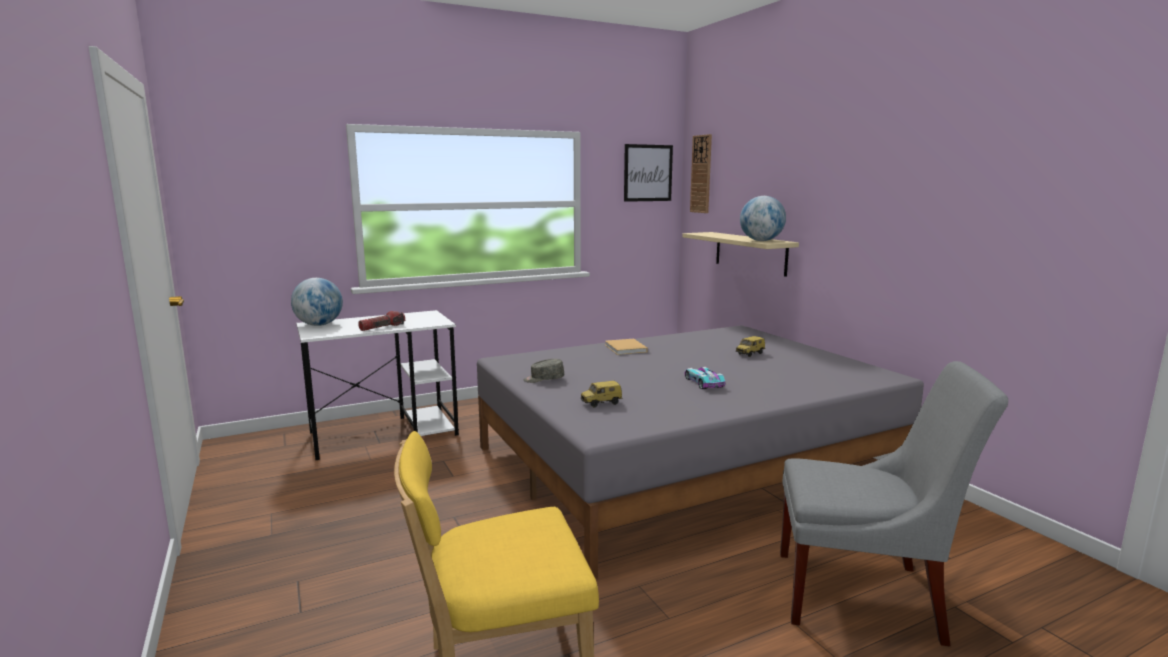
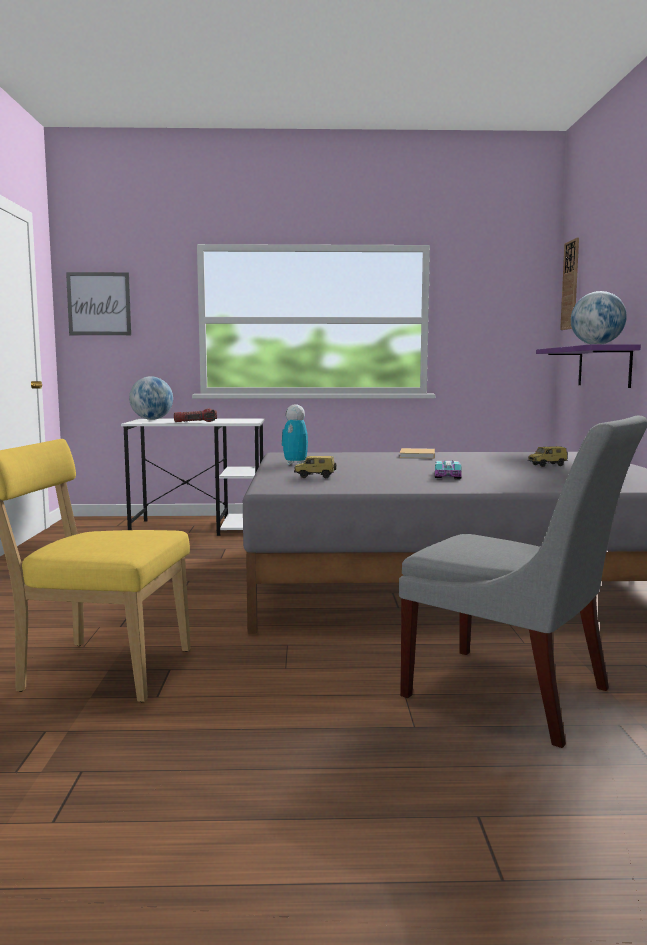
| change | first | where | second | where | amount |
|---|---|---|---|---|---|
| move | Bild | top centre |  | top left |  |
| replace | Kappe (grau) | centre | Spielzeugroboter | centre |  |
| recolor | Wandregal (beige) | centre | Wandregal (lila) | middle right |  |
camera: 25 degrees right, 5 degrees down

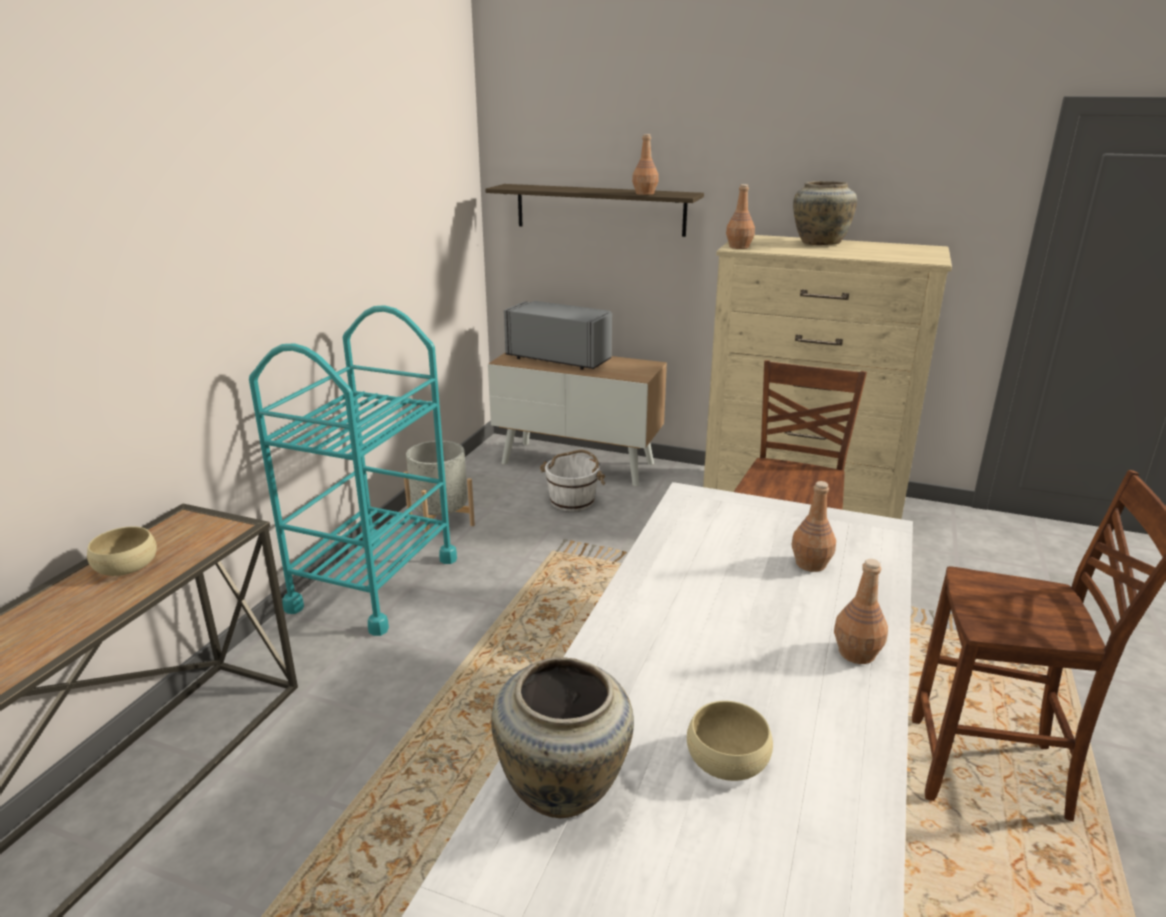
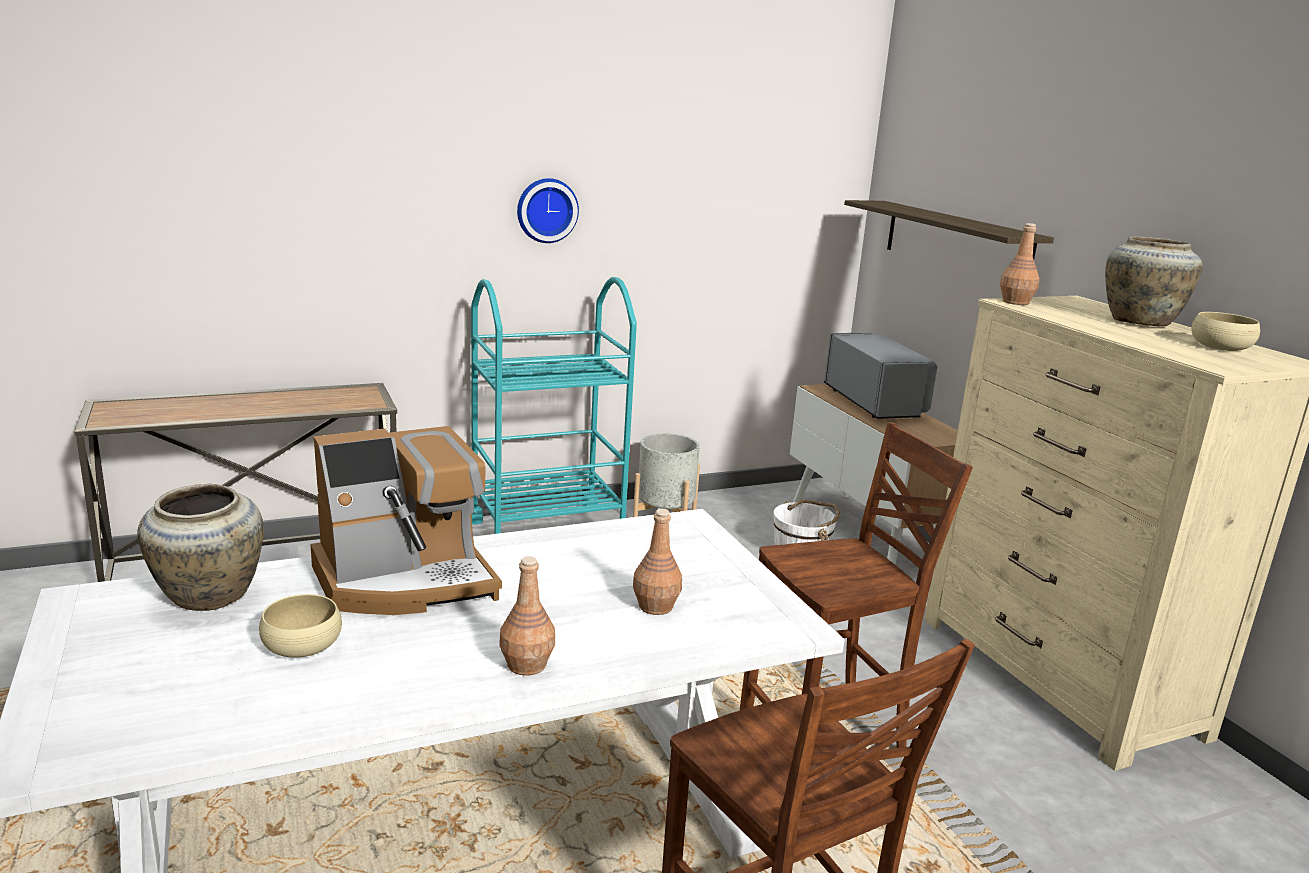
| change | first | where | second | where | amount |
|---|---|---|---|---|---|
| delete | Flasche (braun) (1st from left) | top centre |  |  |  |
| insert |  |  | Kaffeemaschine | middle left |  |
| insert |  |  | Wanduhr | top centre |  |
| move | Schüssel (beige) (1st from left in the first image) | middle left | Schüssel (beige) (2nd from left) | middle right |  |
camera: 45 degrees right, 5 degrees down

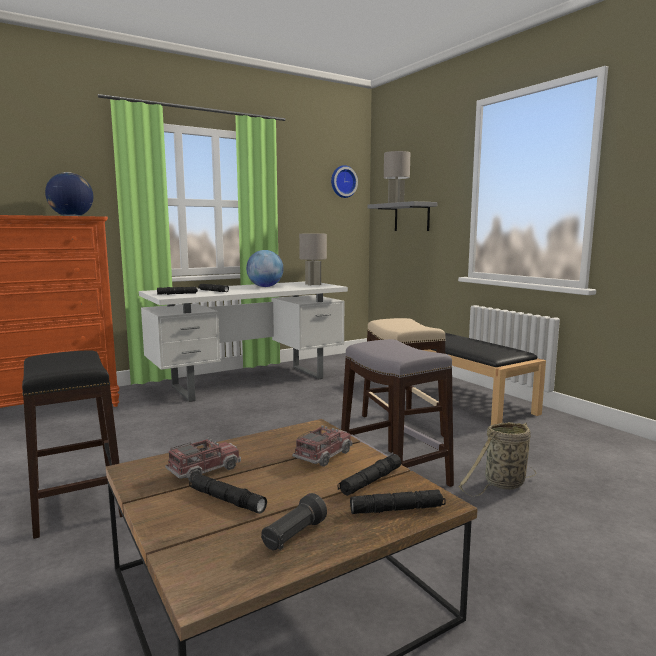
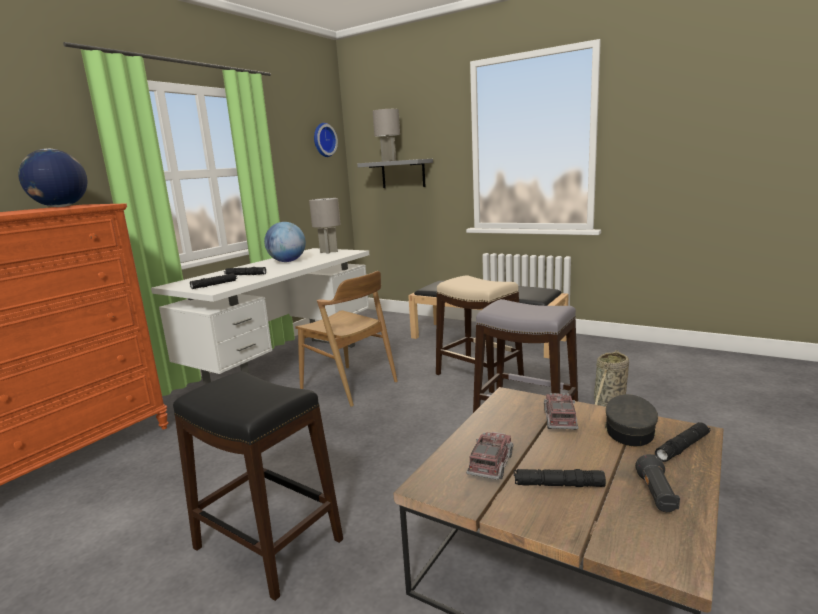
| change | first | where | second | where | amount |
|---|---|---|---|---|---|
| insert |  |  | Stuhl (braun) | centre |  |
| replace | Taschenlampe (schwarz) (5th from left) | bottom centre | Kappe (grau) | bottom right |  |
camera: 25 degrees left, 5 degrees up

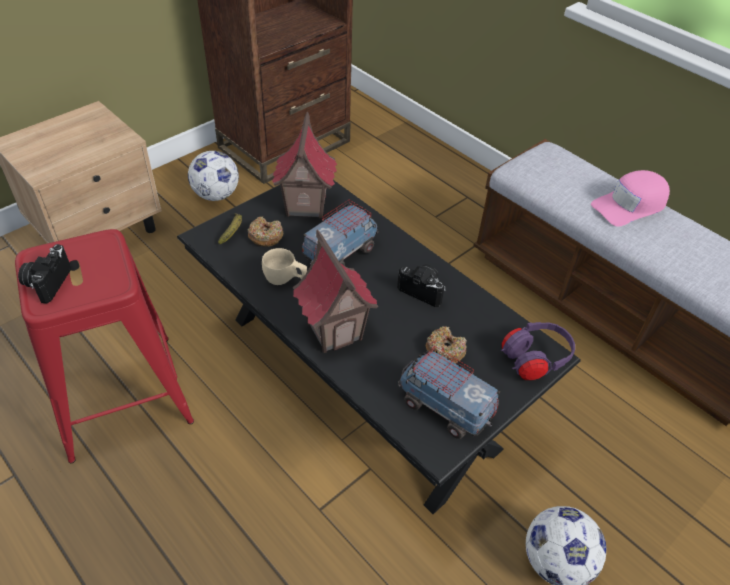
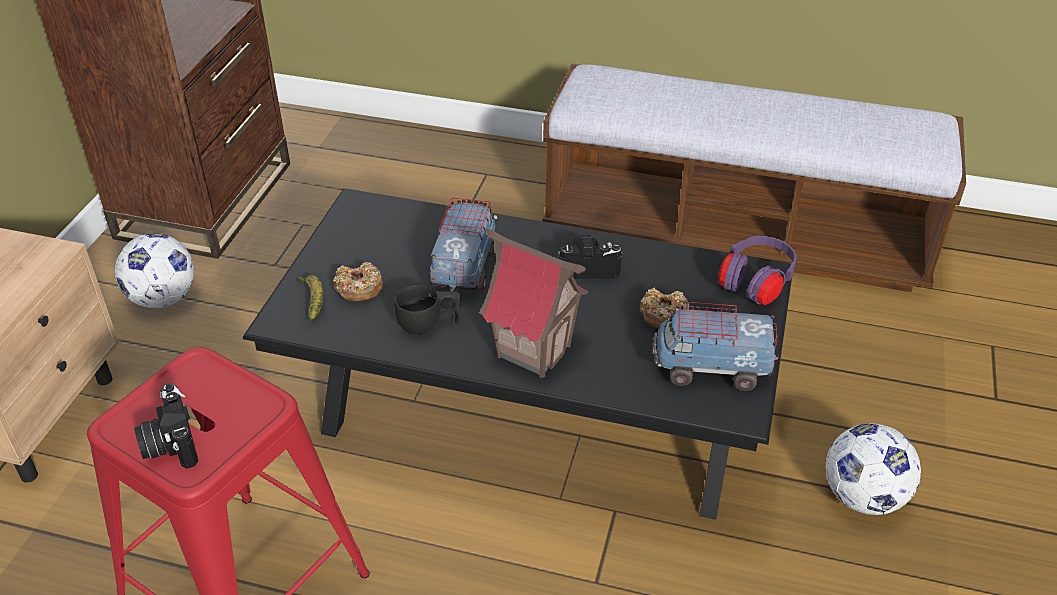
| change | first | where | second | where | amount |
|---|---|---|---|---|---|
| delete | Spielzeughaus (1st from left) | top centre |  |  |  |
| delete | Kappe (rosa) | middle right |  |  |  |
| recolor | Tasse (beige) | centre | Tasse (schwarz) | centre |  |
camera: 30 degrees left, 5 degrees down

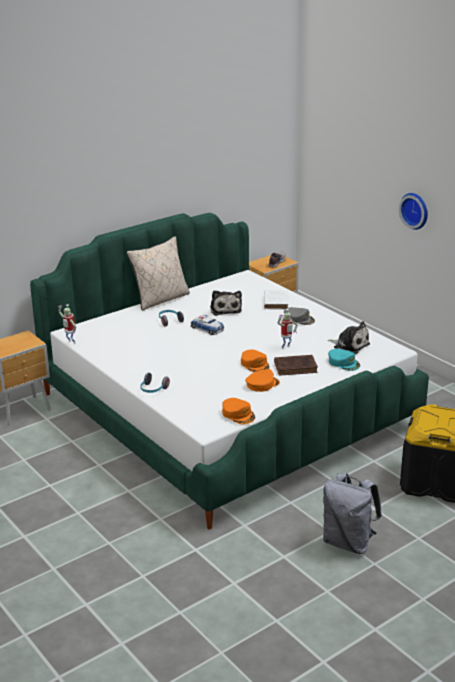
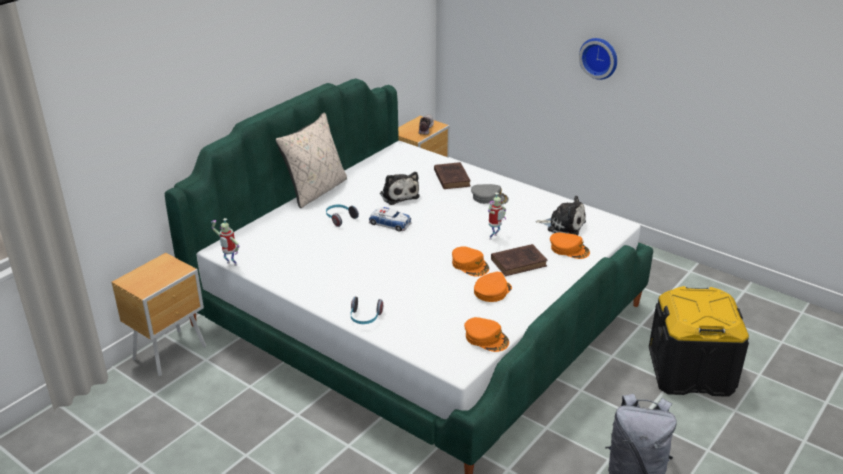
| change | first | where | second | where | amount |
|---|---|---|---|---|---|
| recolor | Buch (weiß) | centre | Buch (braun) (1st from left) | centre |  |
| recolor | Kappe (türkis) | middle right | Kappe (orange) (4th from left) | middle right |  |
camera: 15 degrees left, 5 degrees up

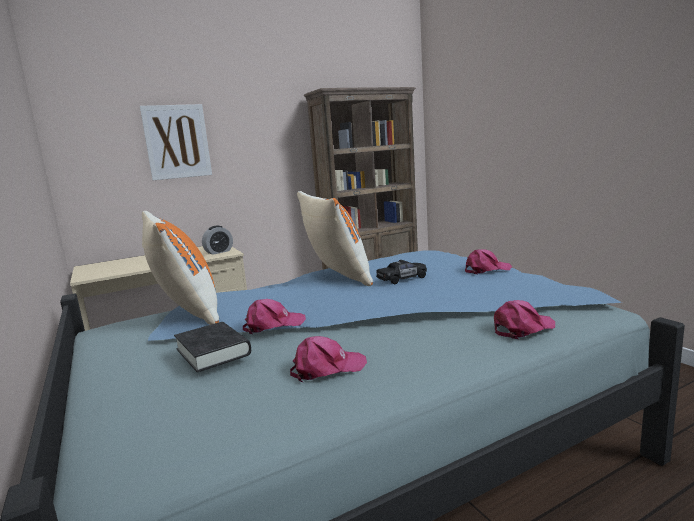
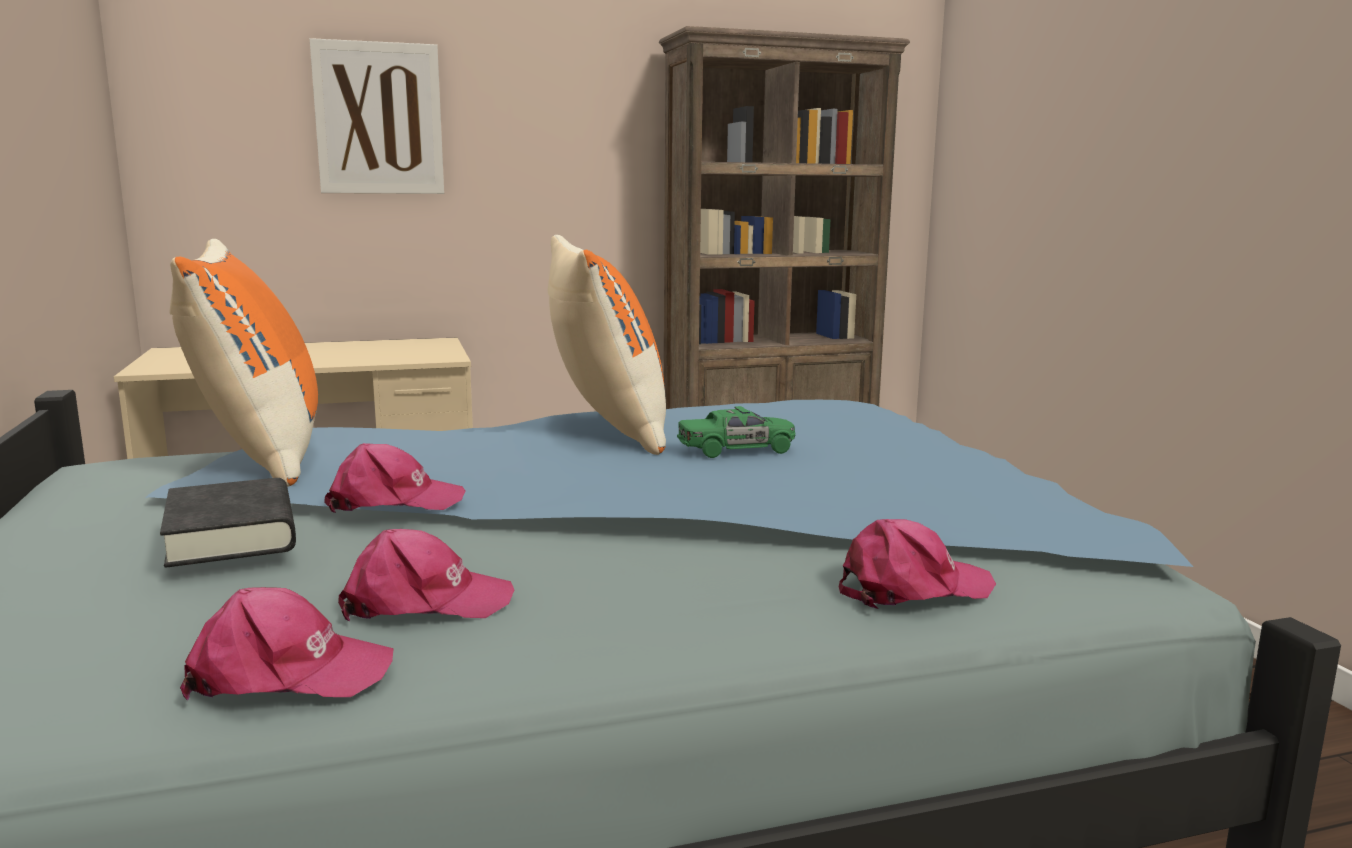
| change | first | where | second | where | amount |
|---|---|---|---|---|---|
| delete | Wecker | middle left |  |  |  |
| move | Kappe (rosa) (3rd from left in the first image) | middle right | Kappe (rosa) (1st from left) | bottom left |  |
| recolor | Spielzeugauto (schwarz) | centre | Spielzeugauto (grün) | centre |  |
camera: 10 degrees right, 0 degrees up

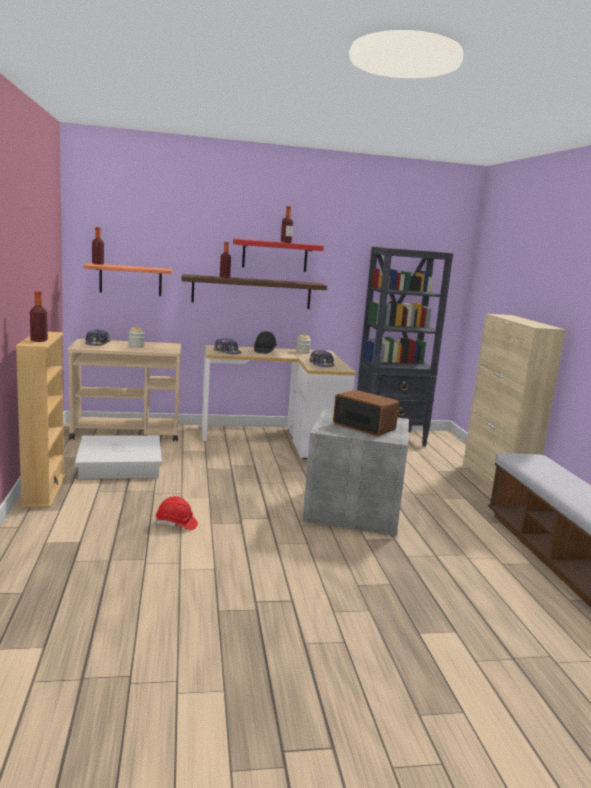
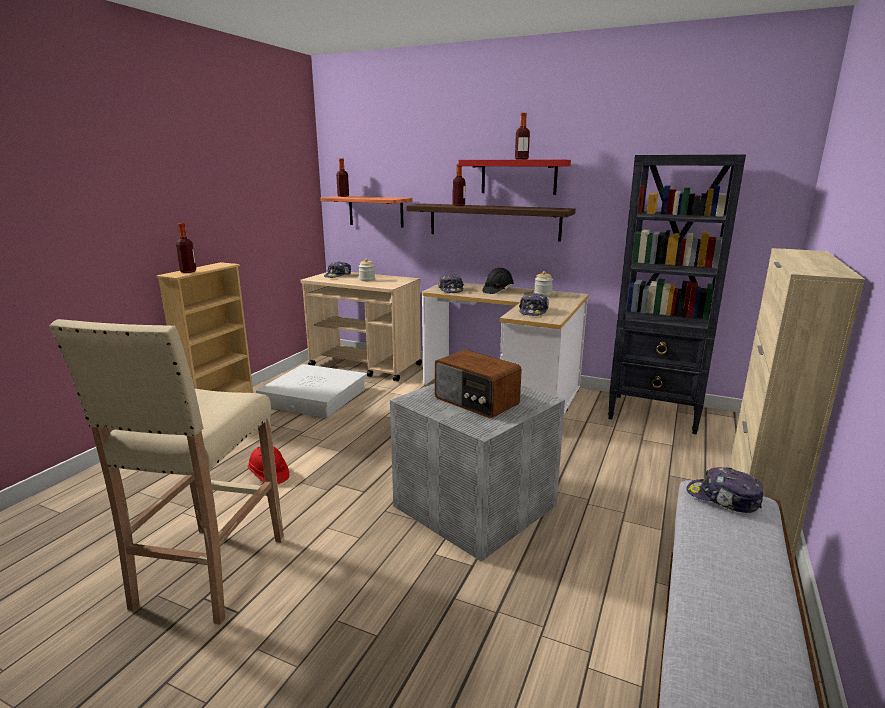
| change | first | where | second | where | amount |
|---|---|---|---|---|---|
| insert |  |  | Hocker (beige) | bottom left |  |
| insert |  |  | Kappe (4th from left) | bottom right |  |
| rotate | Radio | centre |  | centre | 150 degrees clockwise |
camera: 35 degrees right, 5 degrees up

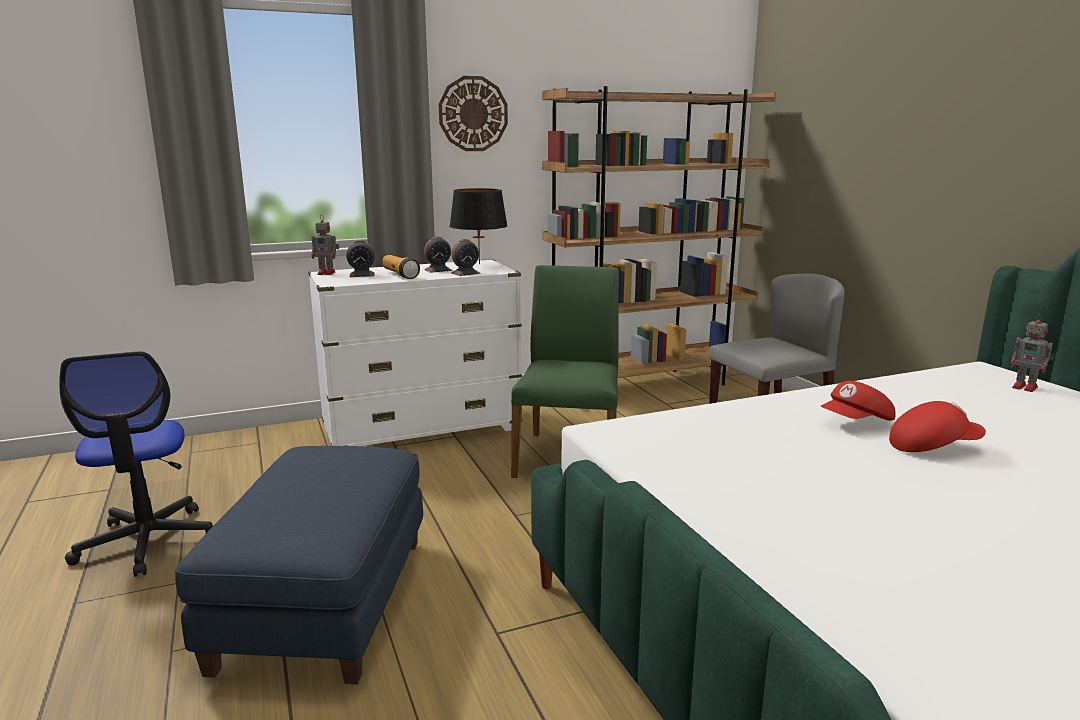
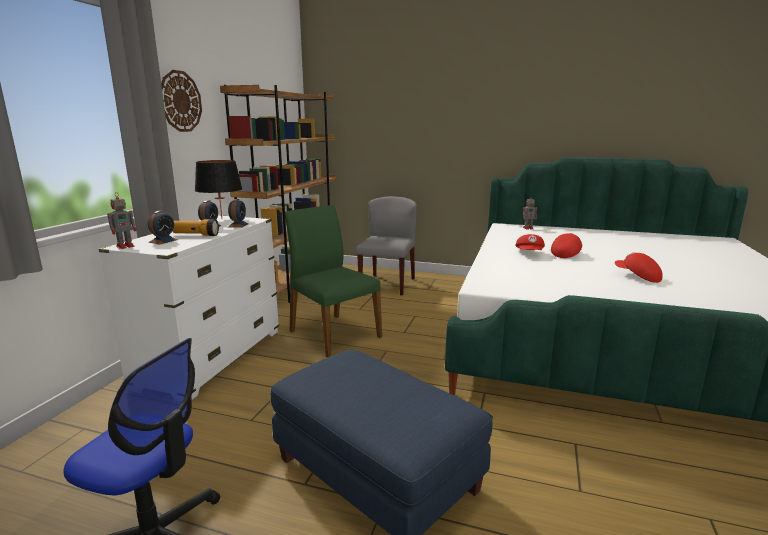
| change | first | where | second | where | amount |
|---|---|---|---|---|---|
| insert |  |  | Kappe (rot) (3rd from left) | middle right |  |
camera: 50 degrees left, 0 degrees up

